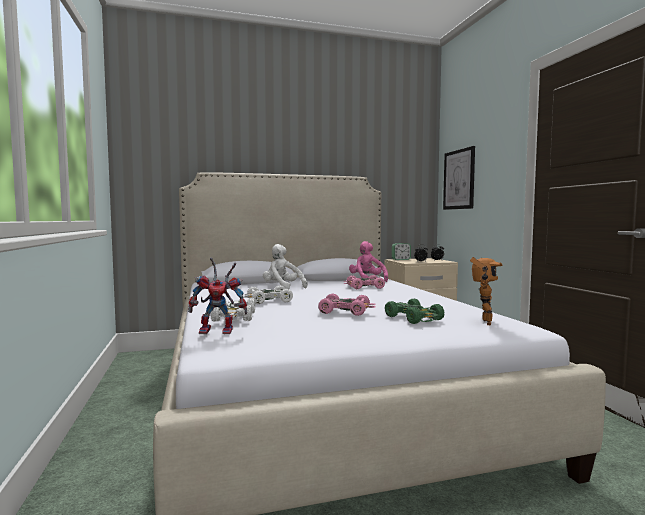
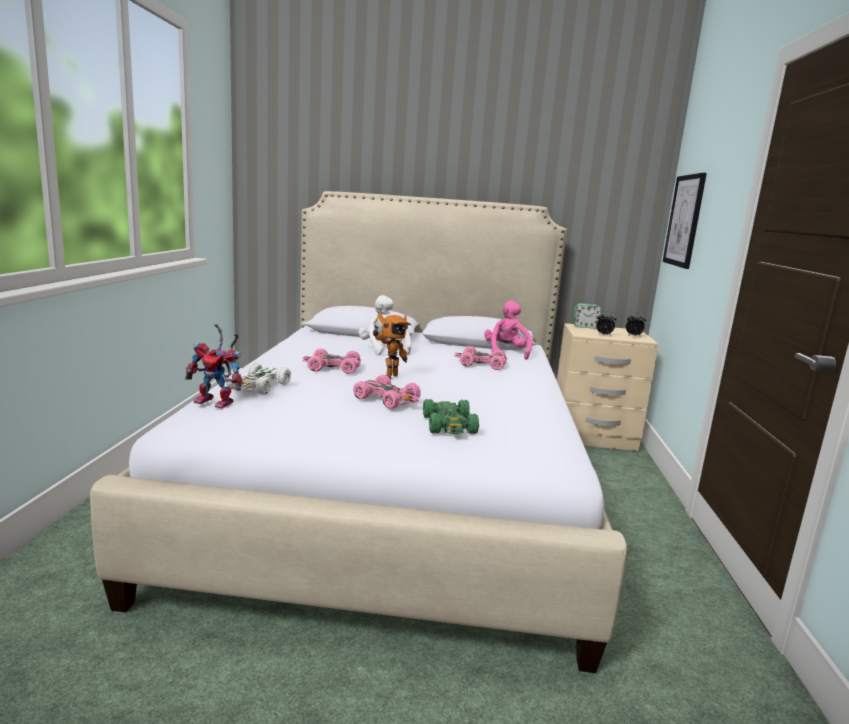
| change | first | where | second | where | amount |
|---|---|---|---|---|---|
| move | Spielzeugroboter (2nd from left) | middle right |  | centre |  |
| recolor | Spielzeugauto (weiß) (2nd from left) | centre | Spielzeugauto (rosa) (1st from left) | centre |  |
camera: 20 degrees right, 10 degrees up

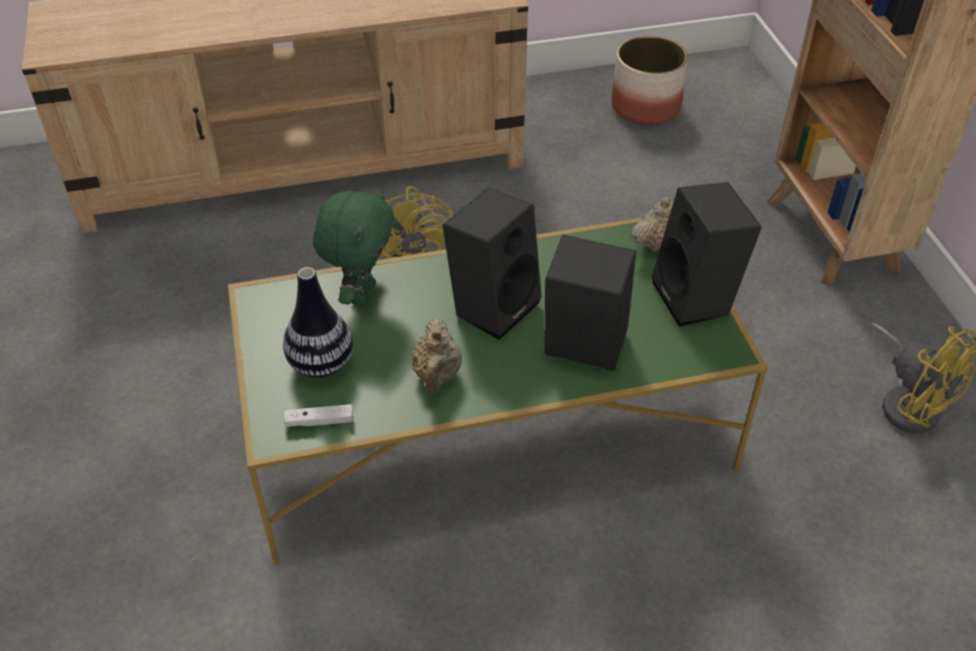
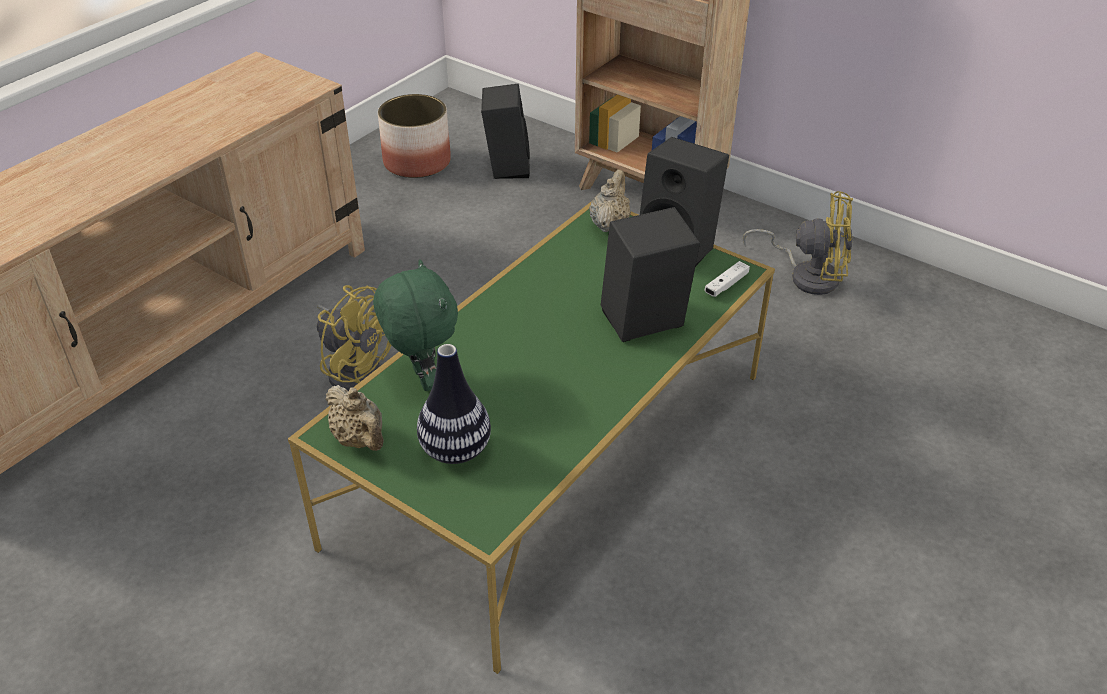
| change | first | where | second | where | amount |
|---|---|---|---|---|---|
| move | Gamepad (weiß) | middle left |  | centre |  |
| move | Teekanne (beige) (1st from left) | centre |  | middle left |  |
| move | Lautsprecher (schwarz) (1st from left) | centre |  | top centre |  |
camera: 40 degrees left, 5 degrees down

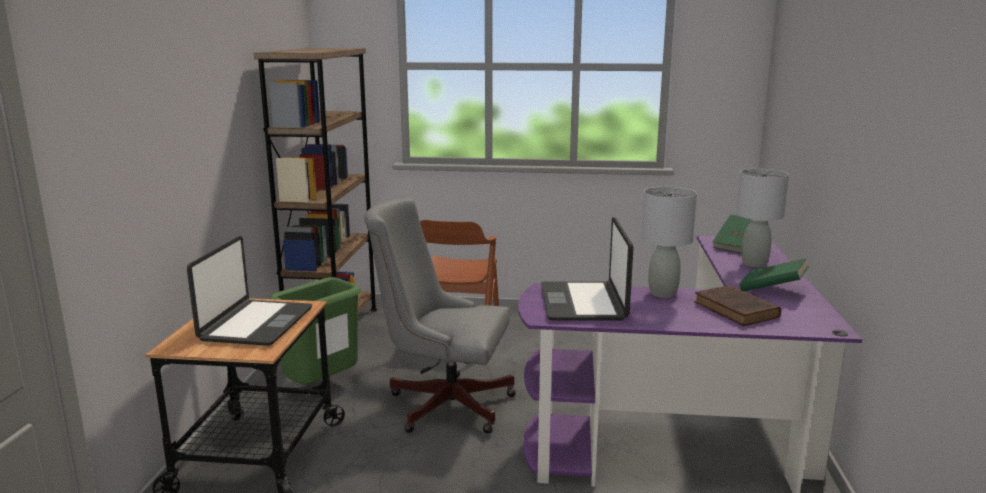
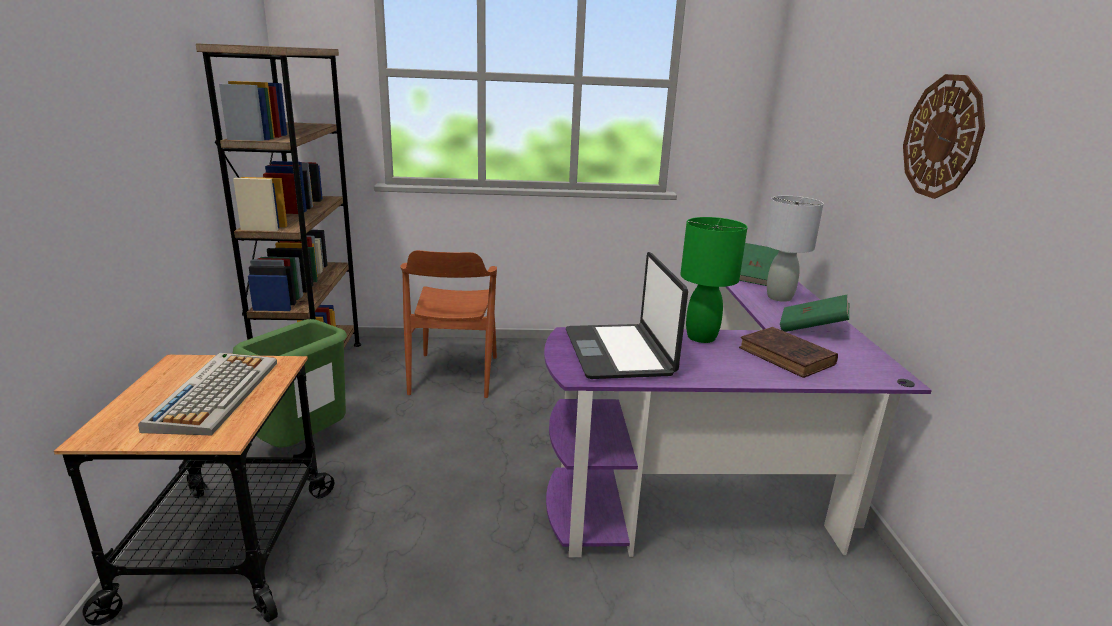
| change | first | where | second | where | amount |
|---|---|---|---|---|---|
| delete | Bürostuhl (grau) | centre |  |  |  |
| insert |  |  | Wanduhr | top right |  |
| replace | Laptop (1st from left) | middle left | Tastatur | middle left |  |
| recolor | Tischlampe (grau) (1st from left) | middle right | Tischlampe (grün) | centre |  |
camera: 10 degrees left, 5 degrees up

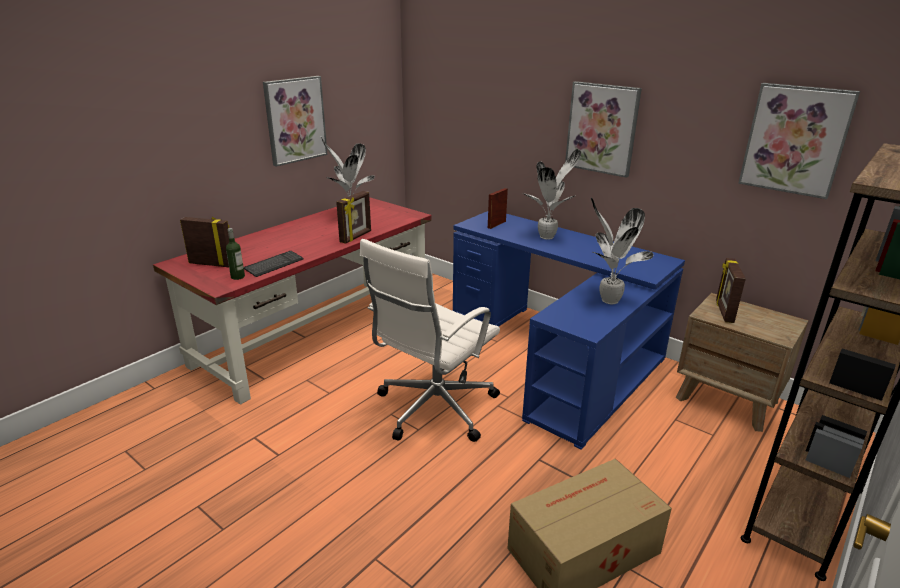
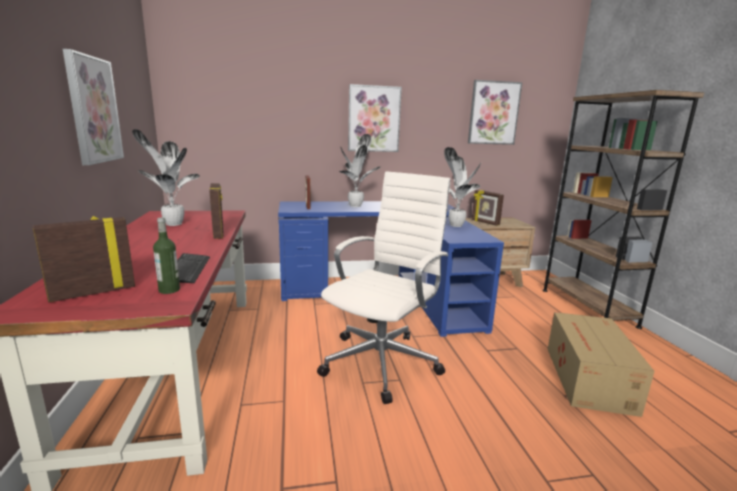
| change | first | where | second | where | amount |
|---|---|---|---|---|---|
| rotate | Bürostuhl (weiß) | centre |  | centre | 135 degrees counterclockwise |
camera: 50 degrees left, 10 degrees down

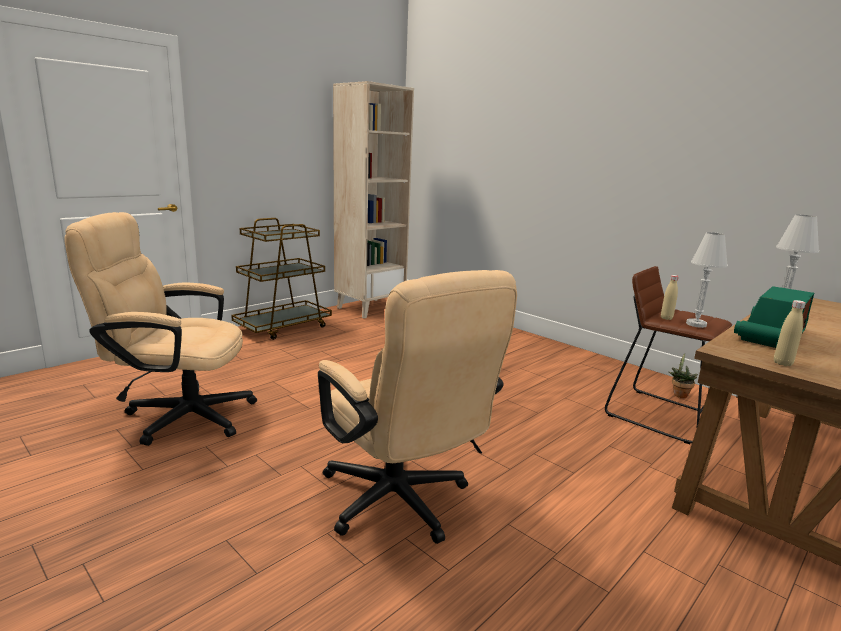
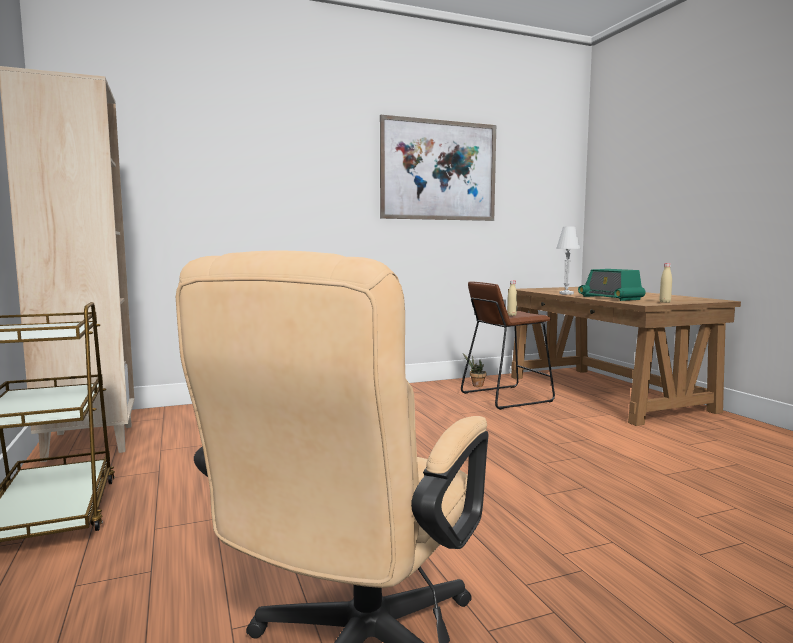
| change | first | where | second | where | amount |
|---|---|---|---|---|---|
| delete | Bürostuhl (beige) (2nd from left) | centre |  |  |  |
| delete | Tischlampe (weiß) (1st from left) | middle right |  |  |  |
| insert |  |  | Bild | top centre |  |
camera: 65 degrees left, 10 degrees down

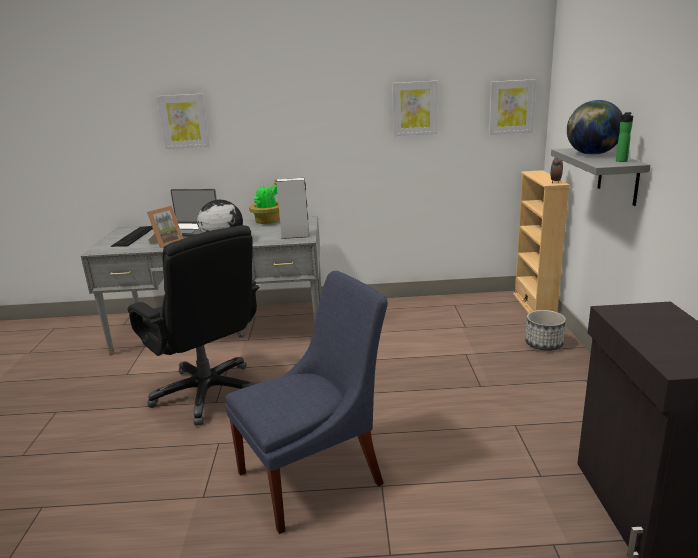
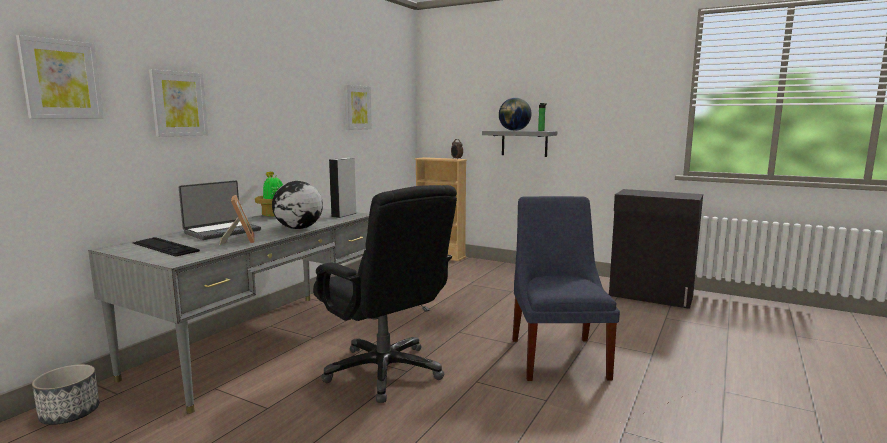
| change | first | where | second | where | amount |
|---|---|---|---|---|---|
| move | Bild (3rd from left in the first image) | top right | Bild (1st from left) | top left |  |
| move | Pflanzkübel | middle right |  | bottom left |  |
| rotate | Bürostuhl (schwarz) | middle left |  | centre | 60 degrees clockwise |
camera: 60 degrees left, 10 degrees down

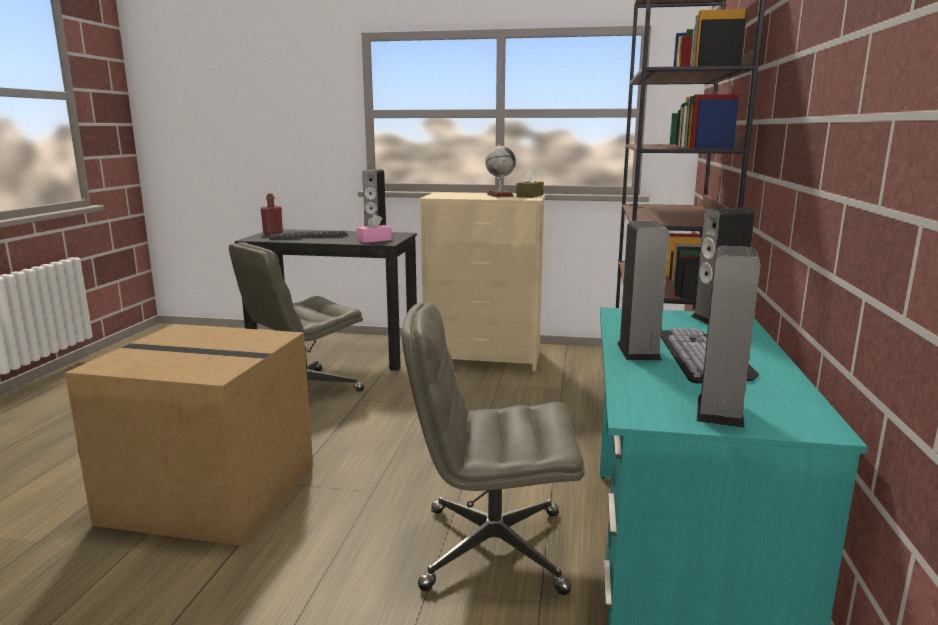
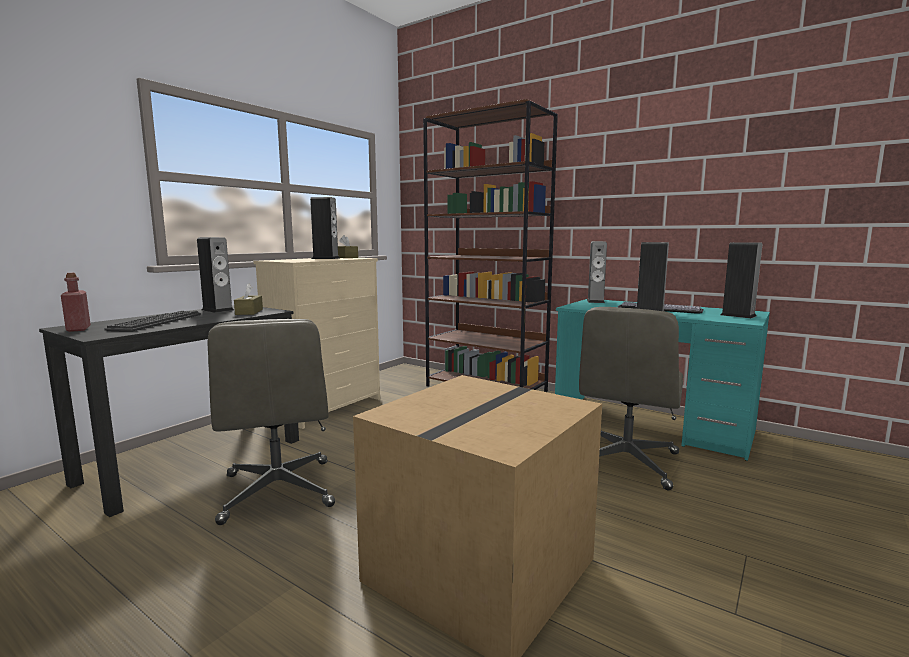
| change | first | where | second | where | amount |
|---|---|---|---|---|---|
| replace | Globus | top centre | Lautsprecher (2nd from left) | centre |  |
| recolor | Taschentuchbox (rosa) | centre | Taschentuchbox (braun) (1st from left) | middle left |  |
camera: 65 degrees left, 5 degrees down

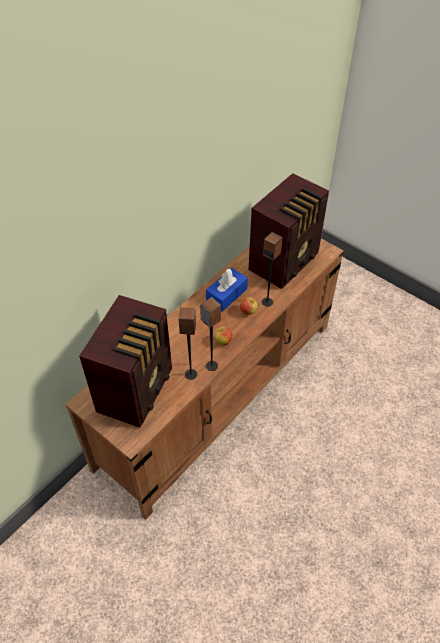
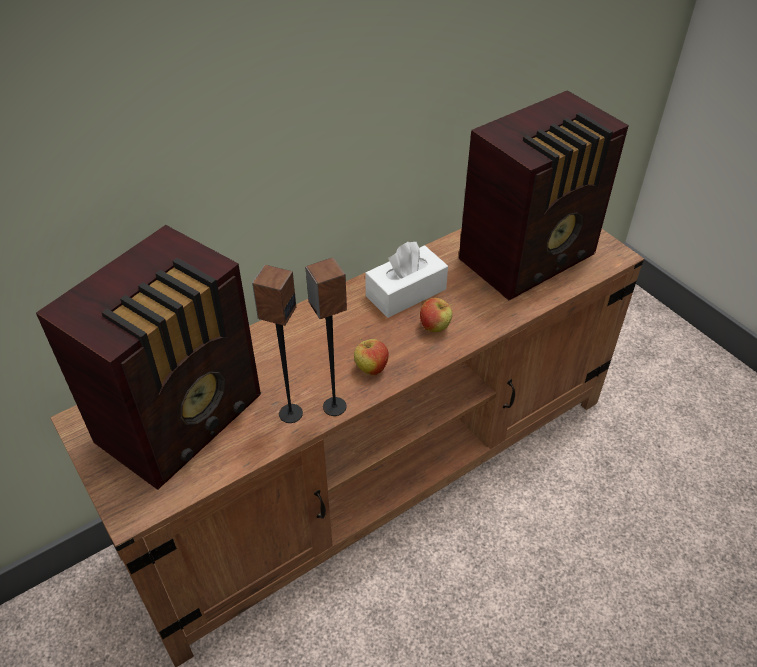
| change | first | where | second | where | amount |
|---|---|---|---|---|---|
| delete | Lautsprecher (3rd from left) | centre |  |  |  |
| recolor | Taschentuchbox (blau) | centre | Taschentuchbox (weiß) | centre |  |
camera: 15 degrees right, 5 degrees down

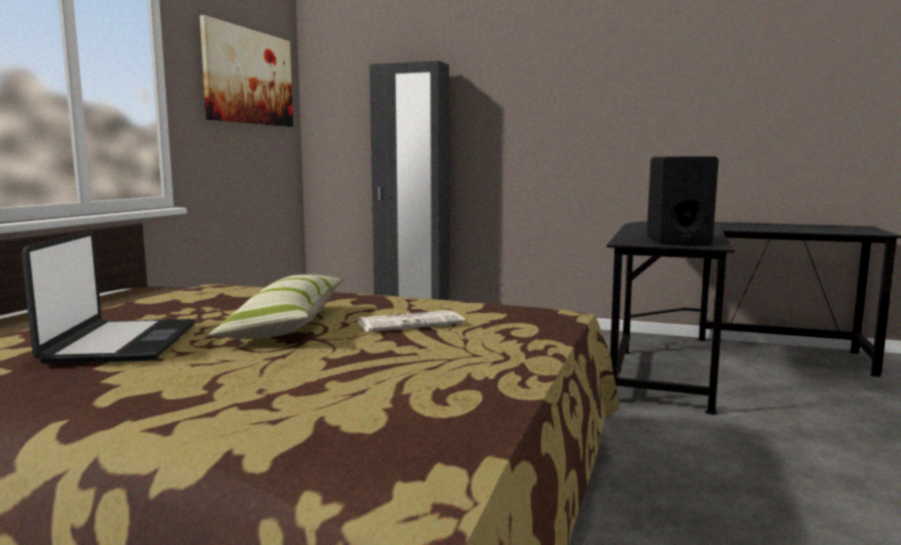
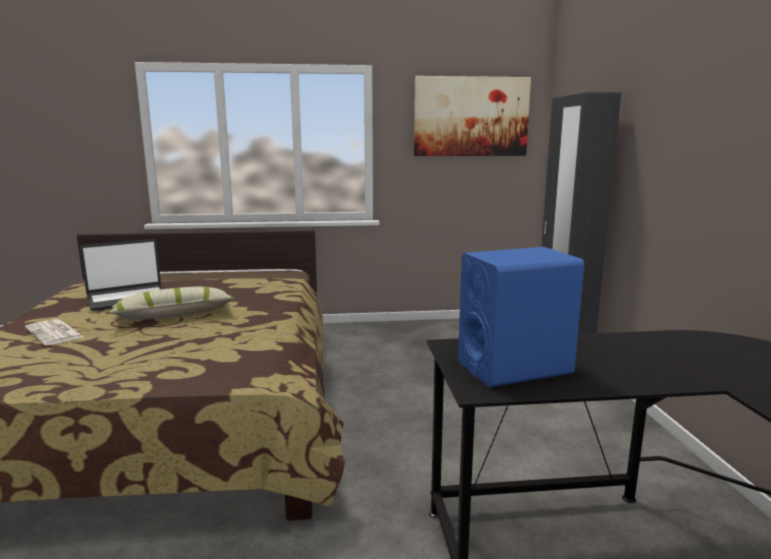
| change | first | where | second | where | amount |
|---|---|---|---|---|---|
| move | Zeitung | centre |  | middle left |  |
| recolor | Lautsprecher (schwarz) | middle right | Lautsprecher (blau) | middle right |  |
camera: 65 degrees right, 5 degrees up

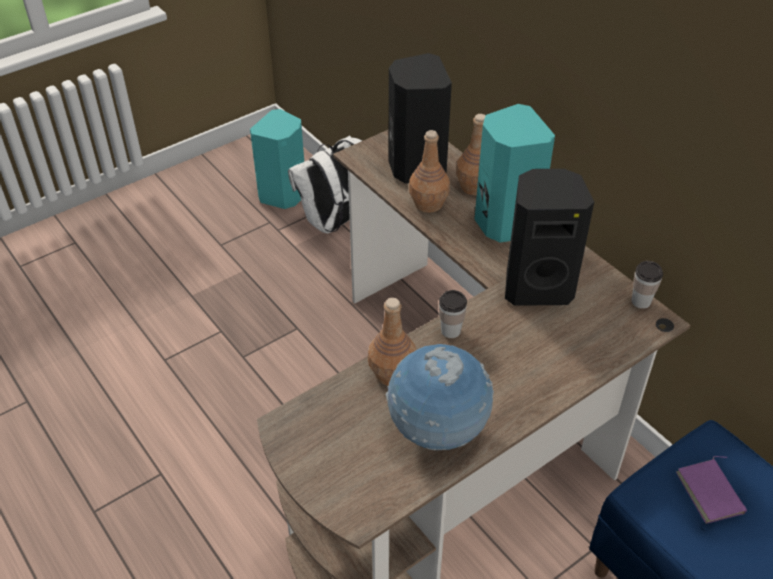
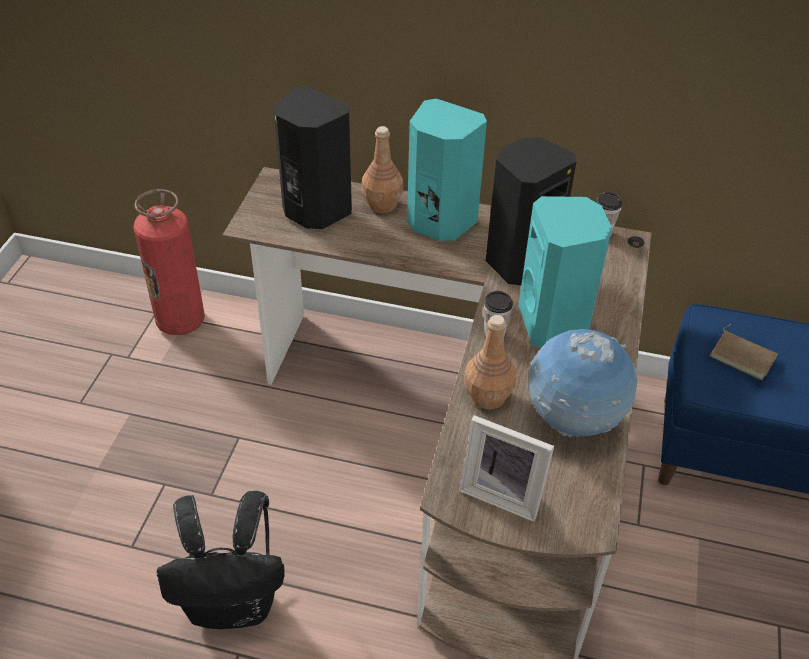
| change | first | where | second | where | amount |
|---|---|---|---|---|---|
| delete | Flasche (braun) (2nd from left) | top centre |  |  |  |
| insert |  |  | Rucksack (schwarz) | bottom left |  |
| insert |  |  | Bilderrahmen | bottom centre |  |
| move | Lautsprecher (türkis) (1st from left in the first image) | top centre | Lautsprecher (türkis) (2nd from left) | middle right |  |
| replace | Rucksack (weiß) | top centre | Feuerlöscher | middle left |  |
| recolor | Buch (lila) | bottom right | Buch (braun) | middle right |  |
camera: 40 degrees left, 0 degrees up

